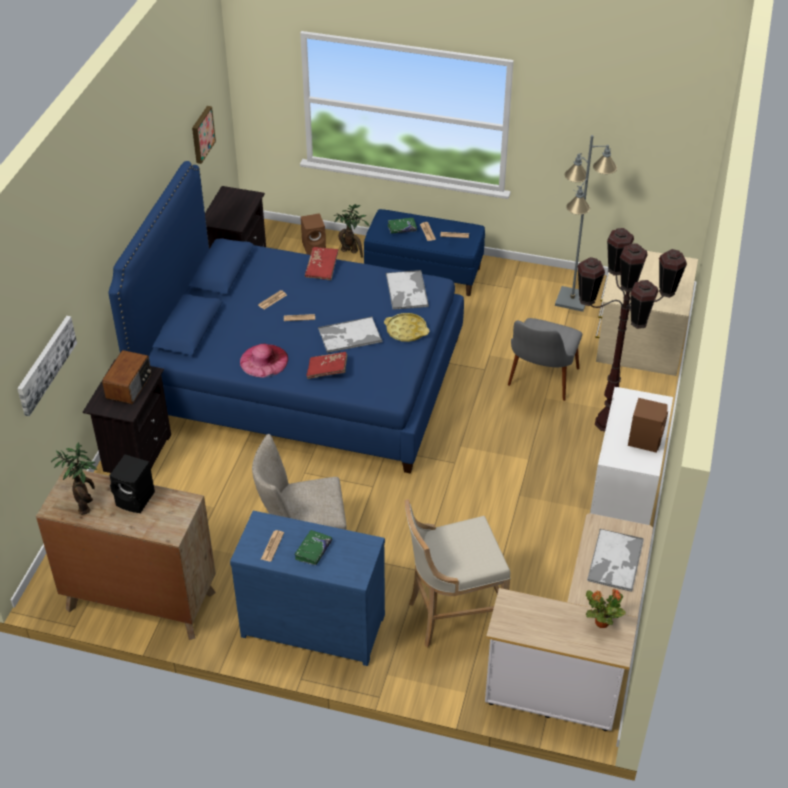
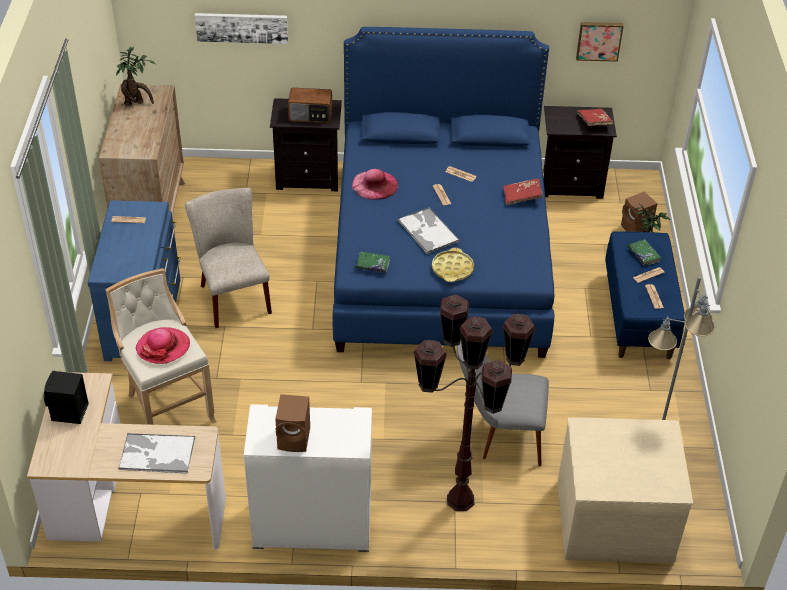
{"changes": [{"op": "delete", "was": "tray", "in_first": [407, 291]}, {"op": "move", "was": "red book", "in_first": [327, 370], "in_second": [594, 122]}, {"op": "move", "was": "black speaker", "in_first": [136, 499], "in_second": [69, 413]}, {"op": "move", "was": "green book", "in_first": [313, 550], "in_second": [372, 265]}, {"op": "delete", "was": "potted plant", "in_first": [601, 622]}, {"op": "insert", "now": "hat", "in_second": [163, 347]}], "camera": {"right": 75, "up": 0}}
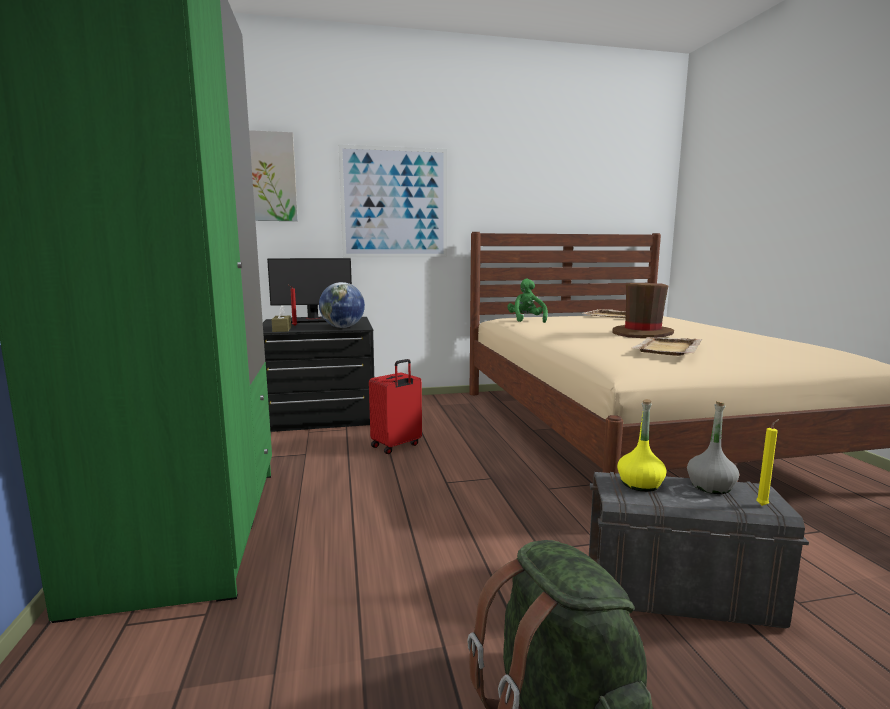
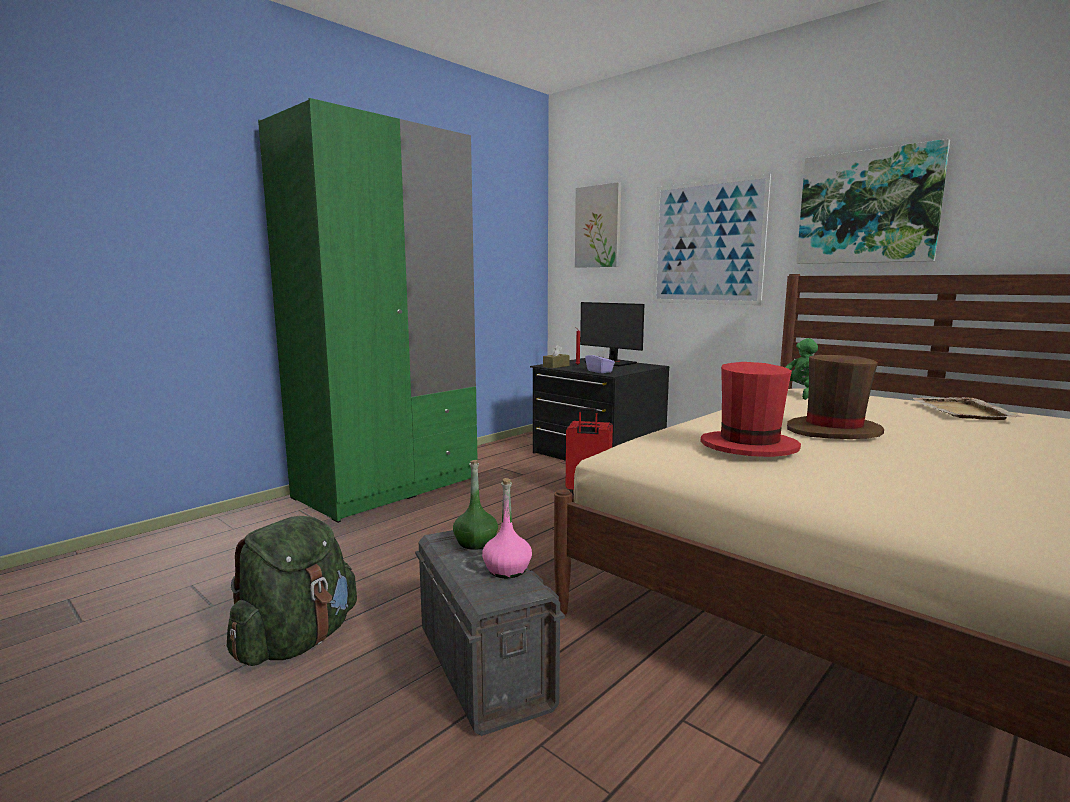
{"changes": [{"op": "replace", "was": "globe", "now": "purple tissue box", "in_first": [342, 327], "in_second": [599, 371]}, {"op": "replace", "was": "beige tray", "now": "red hat", "in_first": [667, 349], "in_second": [748, 447]}, {"op": "recolor", "was": "yellow bottle", "now": "green bottle", "in_first": [640, 484], "in_second": [475, 542]}, {"op": "recolor", "was": "grey bottle", "now": "pink bottle", "in_first": [710, 486], "in_second": [507, 570]}, {"op": "delete", "was": "yellow candle", "in_first": [763, 505]}, {"op": "insert", "now": "picture", "in_second": [868, 207]}], "camera": {"right": 55, "up": 0}}
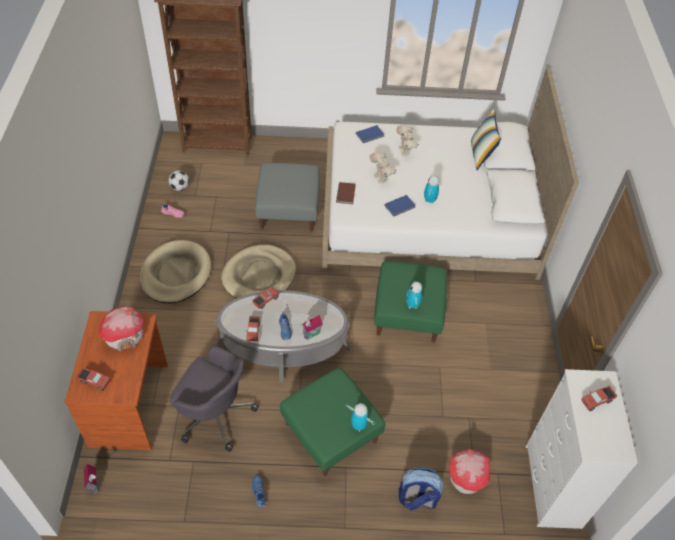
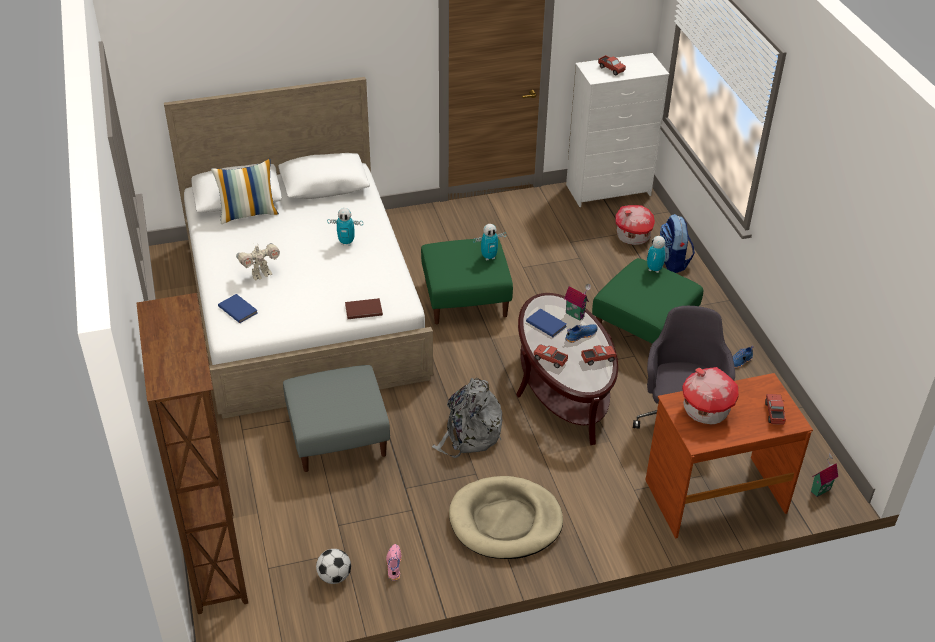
{"changes": [{"op": "delete", "was": "toy robot", "in_first": [381, 178]}, {"op": "move", "was": "blue book", "in_first": [400, 206], "in_second": [546, 323]}, {"op": "replace", "was": "beige dog bed", "now": "grey backpack", "in_first": [259, 276], "in_second": [469, 434]}, {"op": "recolor", "was": "grey coffee table", "now": "brown coffee table", "in_first": [283, 347], "in_second": [563, 386]}], "camera": {"right": -105, "up": -10}}
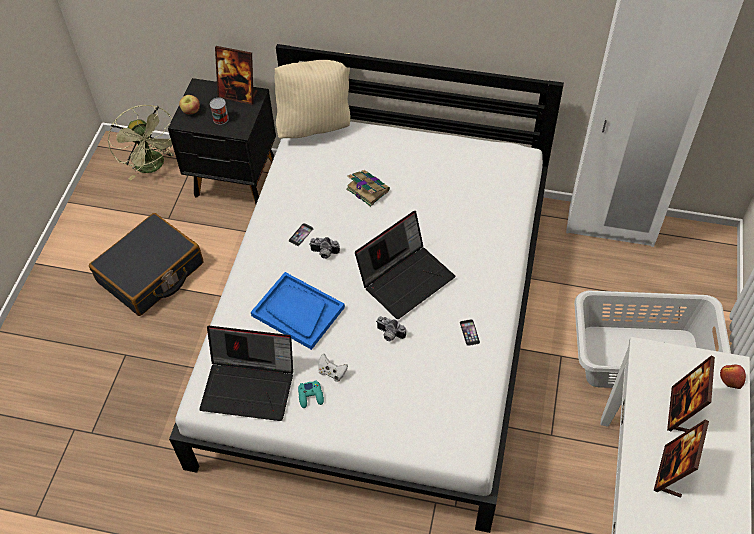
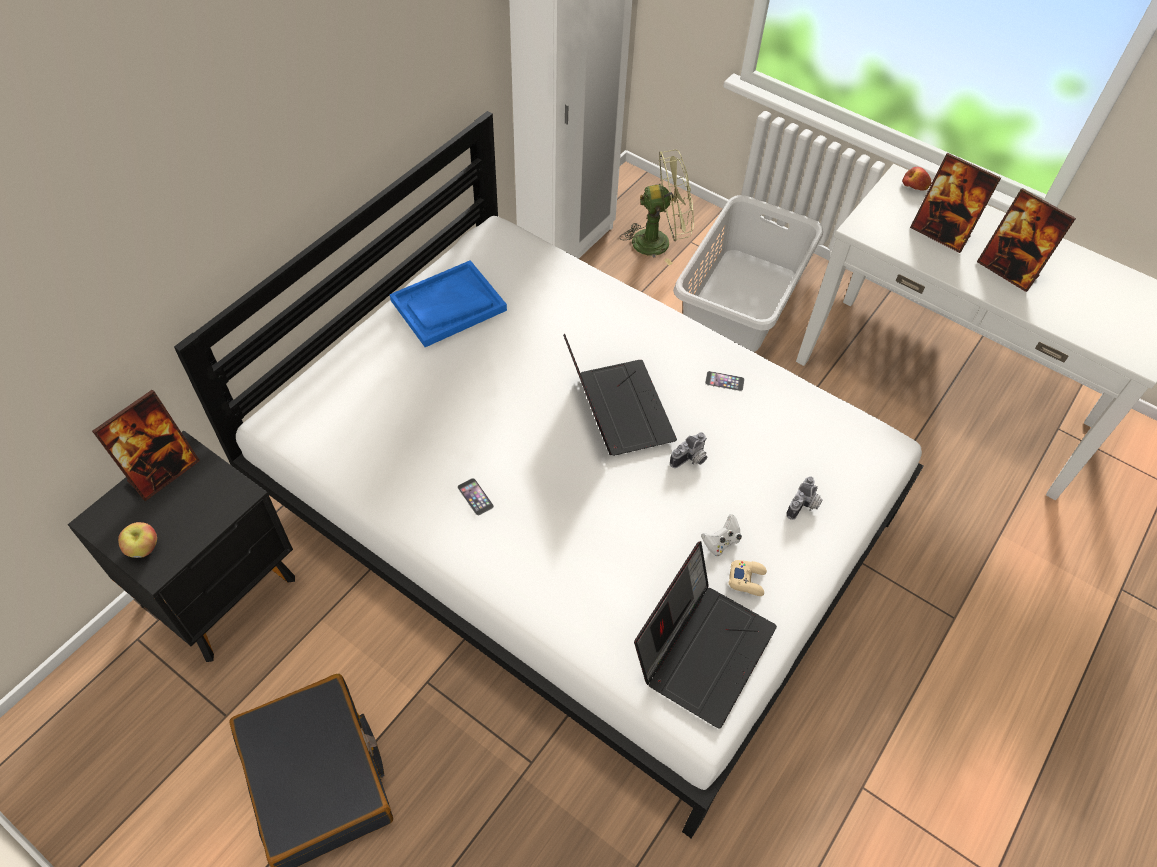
{"changes": [{"op": "delete", "was": "beige pillow", "in_first": [316, 125]}, {"op": "delete", "was": "can", "in_first": [221, 118]}, {"op": "move", "was": "green fan", "in_first": [153, 166], "in_second": [659, 241]}, {"op": "delete", "was": "book", "in_first": [367, 189]}, {"op": "move", "was": "photo camera", "in_first": [324, 253], "in_second": [804, 506]}, {"op": "move", "was": "blue tray", "in_first": [297, 311], "in_second": [448, 306]}, {"op": "recolor", "was": "turquoise game controller", "now": "beige game controller", "in_first": [311, 396], "in_second": [747, 579]}], "camera": {"right": -70, "up": 0}}
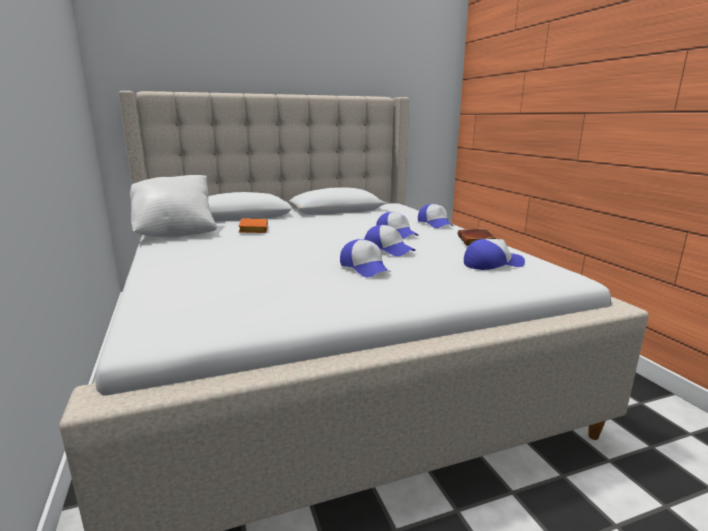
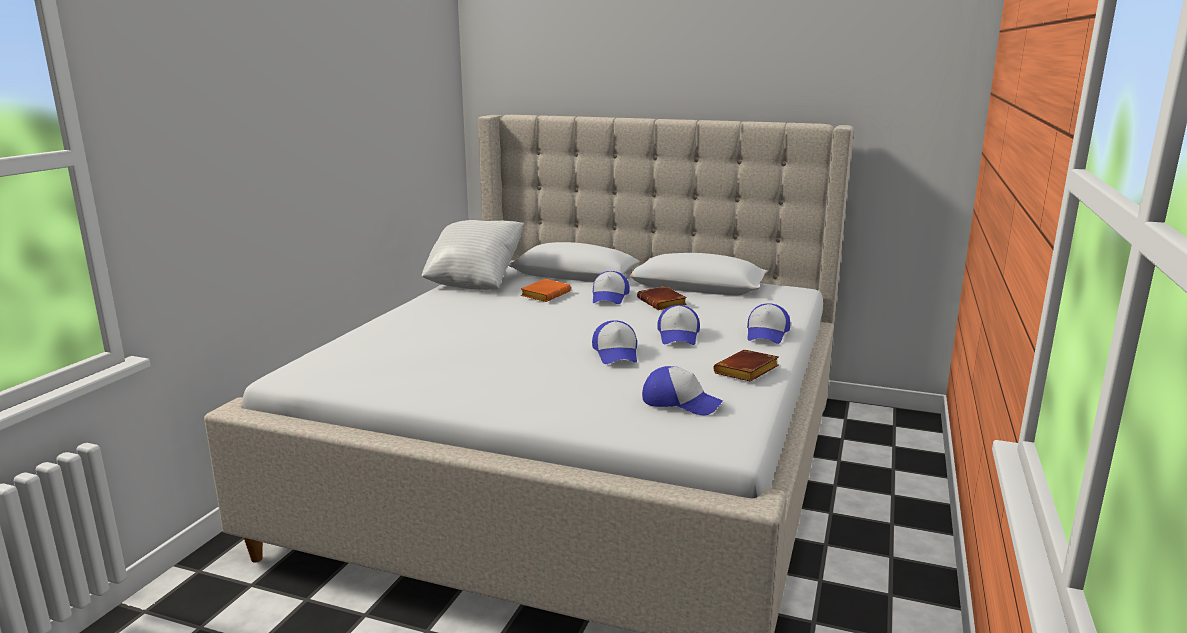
{"changes": [{"op": "move", "was": "cap", "in_first": [365, 268], "in_second": [609, 297]}, {"op": "insert", "now": "brown book", "in_second": [663, 303]}], "camera": {"right": 40, "up": 0}}
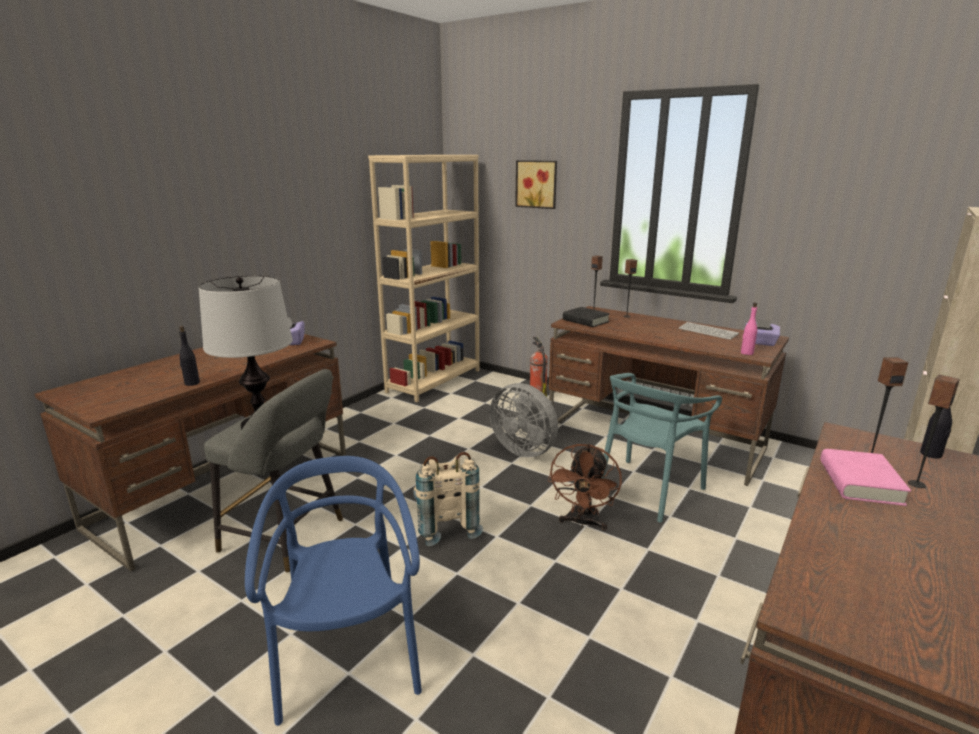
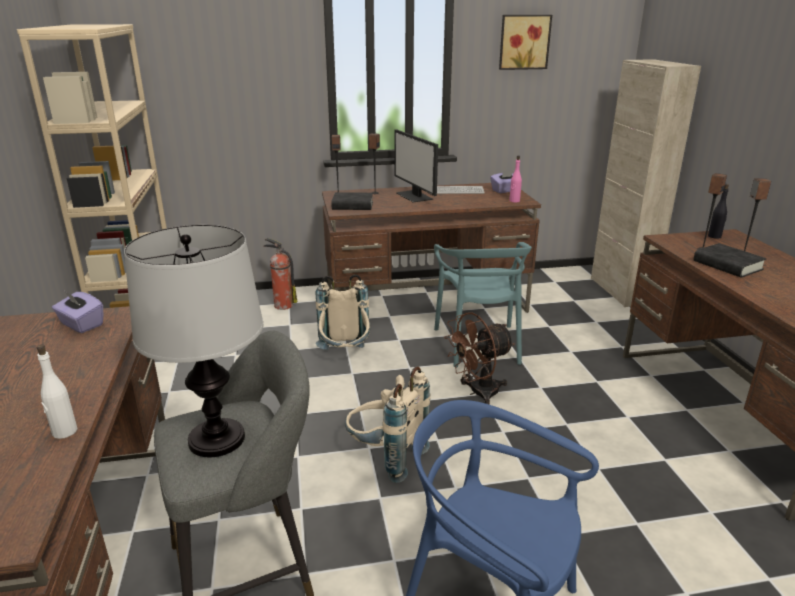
{"changes": [{"op": "move", "was": "picture", "in_first": [537, 184], "in_second": [523, 42]}, {"op": "recolor", "was": "black bottle", "now": "white bottle", "in_first": [192, 383], "in_second": [64, 432]}, {"op": "replace", "was": "grey fan", "now": "beige backpack", "in_first": [525, 449], "in_second": [345, 356]}, {"op": "rotate", "was": "brown fan", "in_first": [583, 523], "in_second": [477, 392], "clockwise": 90}, {"op": "recolor", "was": "pink book", "now": "black book", "in_first": [860, 482], "in_second": [727, 265]}, {"op": "insert", "now": "monitor", "in_second": [415, 196]}], "camera": {"right": -45, "up": 5}}
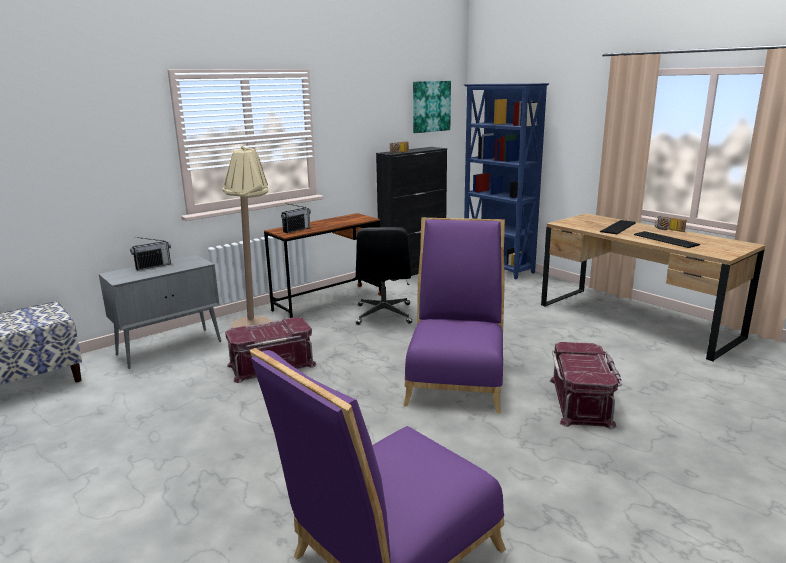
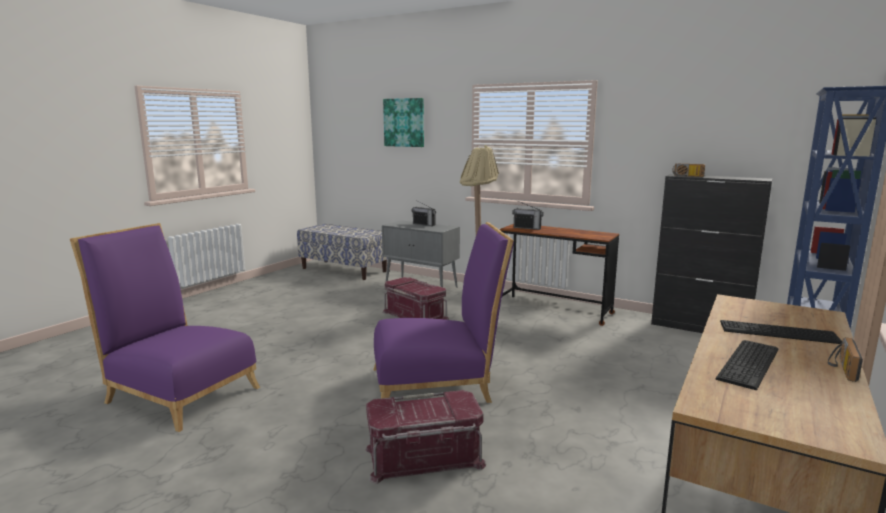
{"changes": [{"op": "move", "was": "picture", "in_first": [430, 106], "in_second": [404, 122]}, {"op": "delete", "was": "black office chair", "in_first": [384, 314]}], "camera": {"right": 70, "up": -5}}
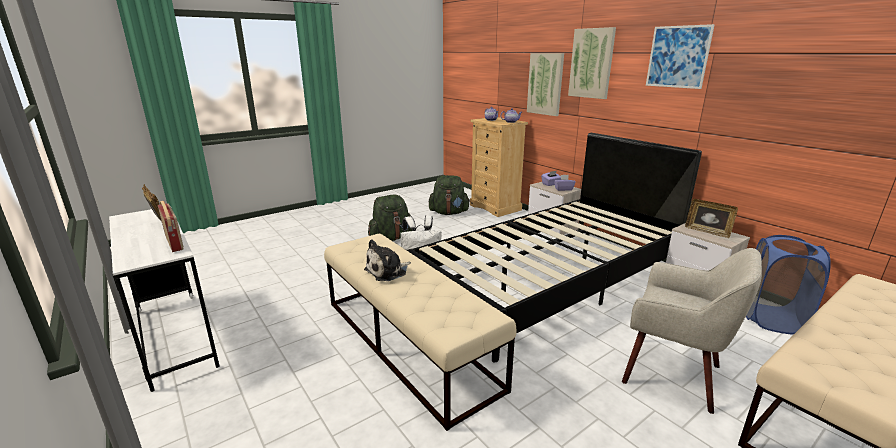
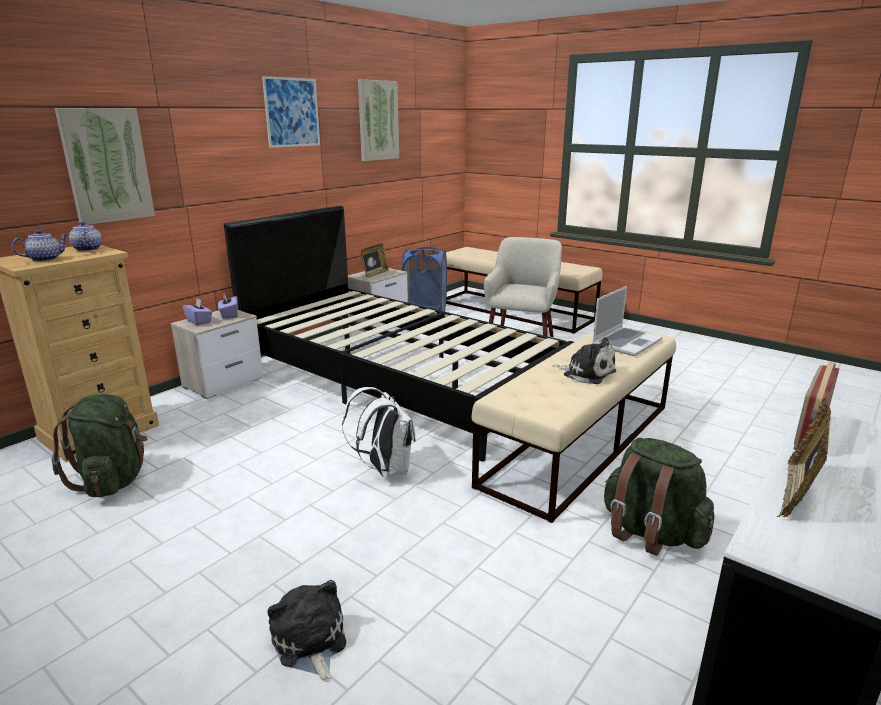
{"changes": [{"op": "move", "was": "picture", "in_first": [591, 63], "in_second": [377, 120]}, {"op": "move", "was": "green backpack", "in_first": [391, 238], "in_second": [650, 533]}, {"op": "insert", "now": "laptop", "in_second": [626, 342]}, {"op": "insert", "now": "plush toy", "in_second": [310, 642]}], "camera": {"right": -105, "up": 0}}
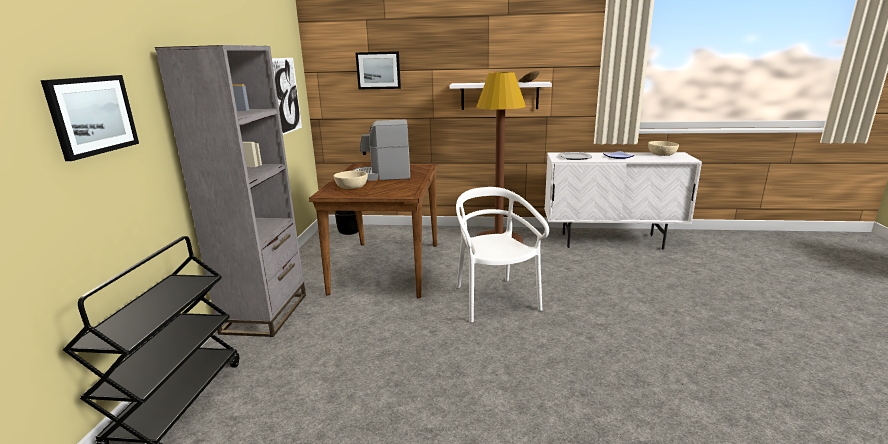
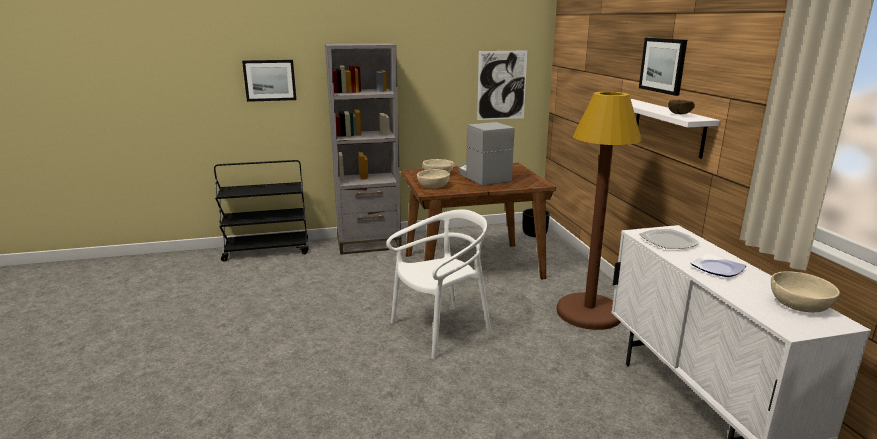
{"changes": [{"op": "move", "was": "picture", "in_first": [378, 70], "in_second": [663, 65]}, {"op": "insert", "now": "beige bowl", "in_second": [433, 186]}], "camera": {"right": 70, "up": 0}}
